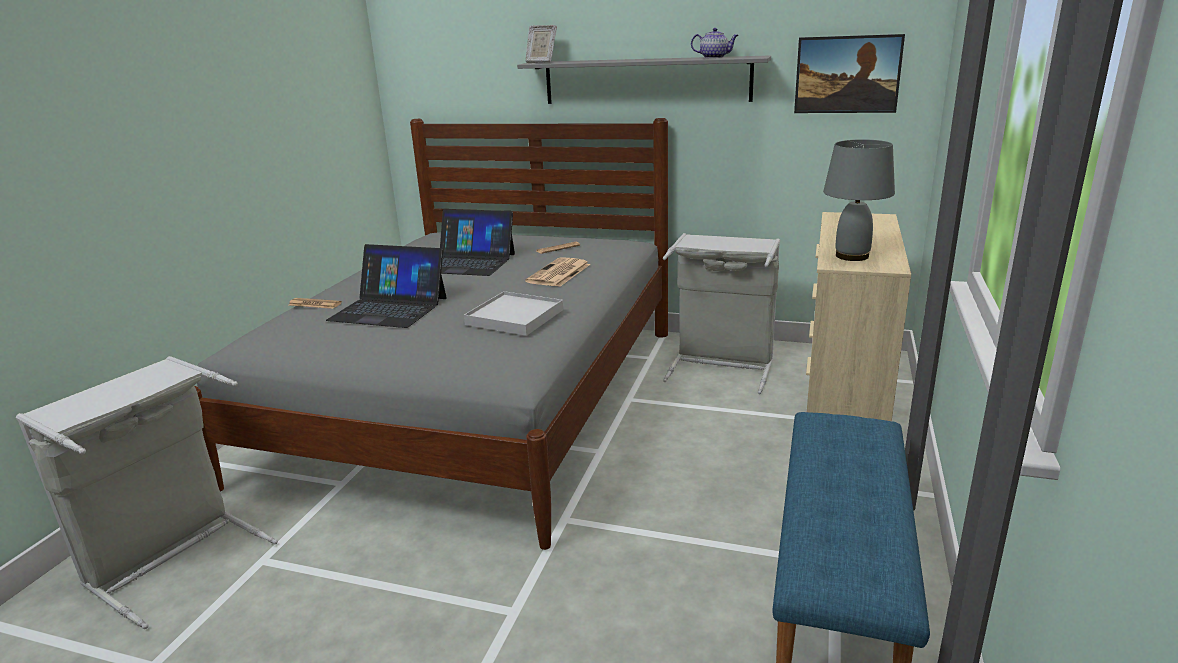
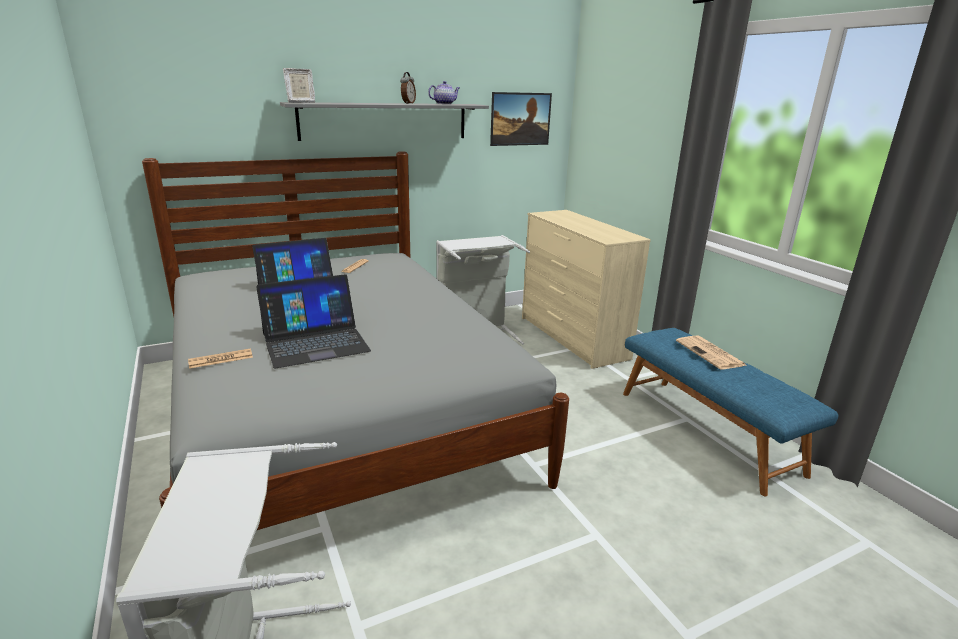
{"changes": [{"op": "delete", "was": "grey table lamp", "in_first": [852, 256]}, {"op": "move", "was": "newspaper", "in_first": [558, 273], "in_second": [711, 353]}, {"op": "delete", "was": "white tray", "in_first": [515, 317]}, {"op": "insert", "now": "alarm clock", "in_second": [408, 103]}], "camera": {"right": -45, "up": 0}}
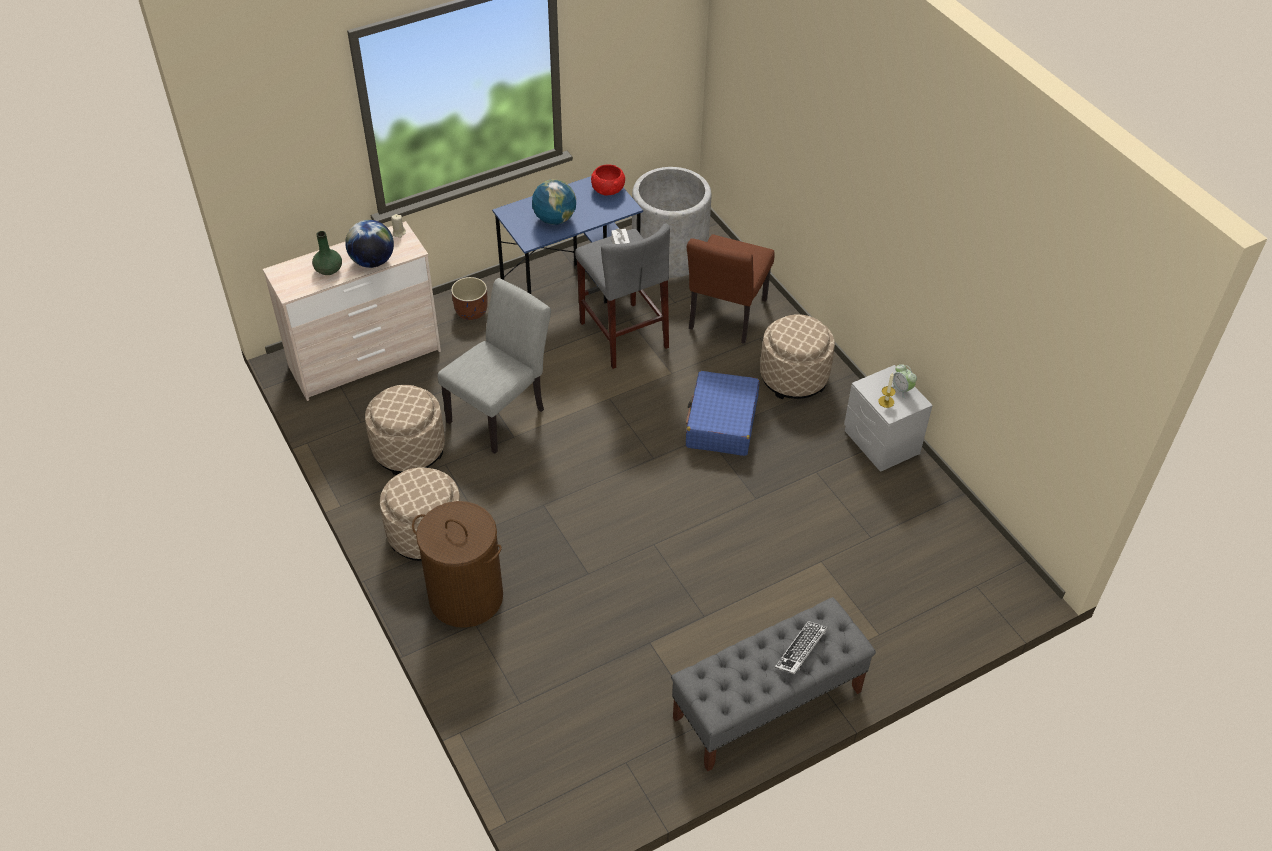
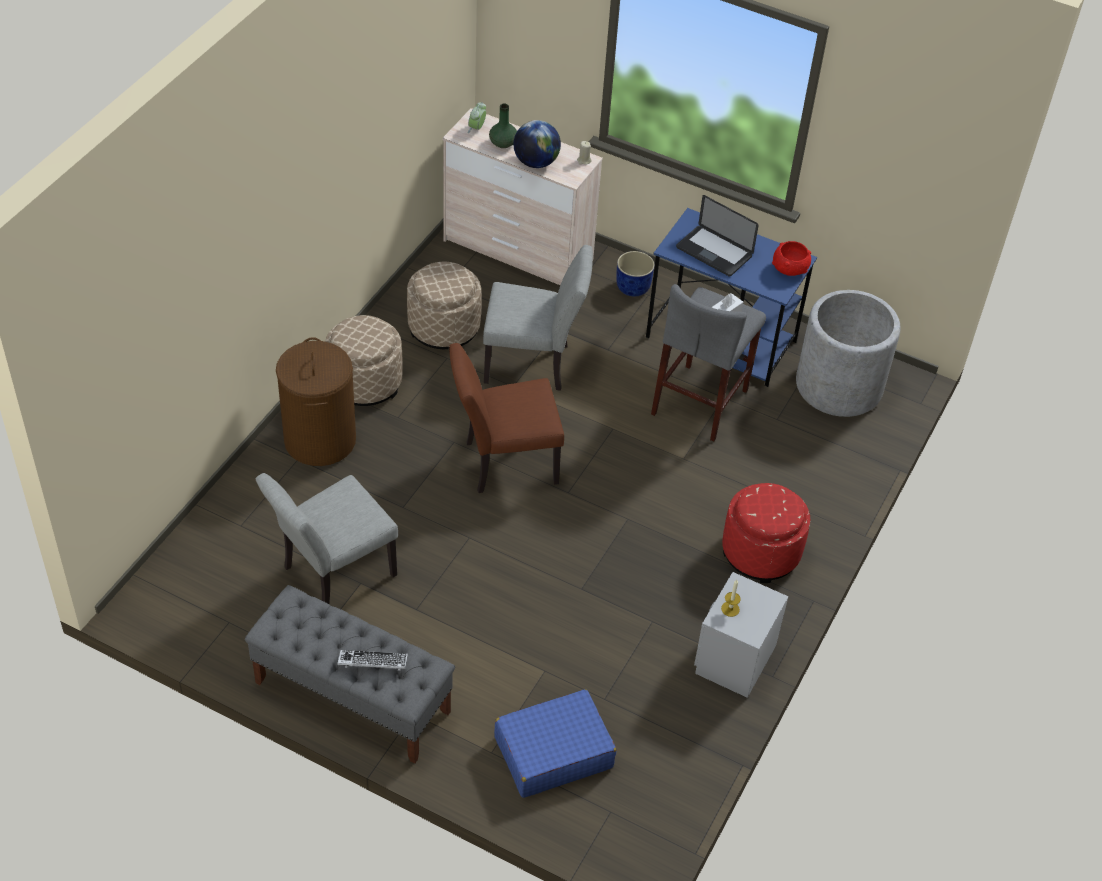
{"changes": [{"op": "replace", "was": "globe", "now": "laptop", "in_first": [554, 219], "in_second": [714, 252]}, {"op": "move", "was": "brown chair", "in_first": [724, 318], "in_second": [503, 463]}, {"op": "recolor", "was": "brown planter", "now": "blue planter", "in_first": [471, 311], "in_second": [633, 287]}, {"op": "recolor", "was": "beige ottoman", "now": "red ottoman", "in_first": [793, 377], "in_second": [760, 552]}, {"op": "move", "was": "alarm clock", "in_first": [901, 389], "in_second": [477, 128]}, {"op": "move", "was": "blue suitcase", "in_first": [721, 423], "in_second": [553, 752]}, {"op": "insert", "now": "grey chair", "in_second": [332, 575]}], "camera": {"right": 55, "up": 0}}
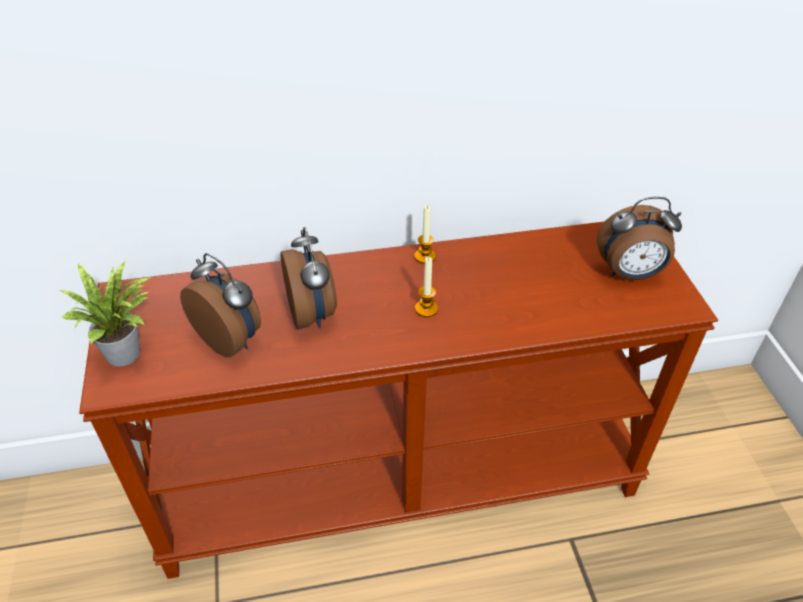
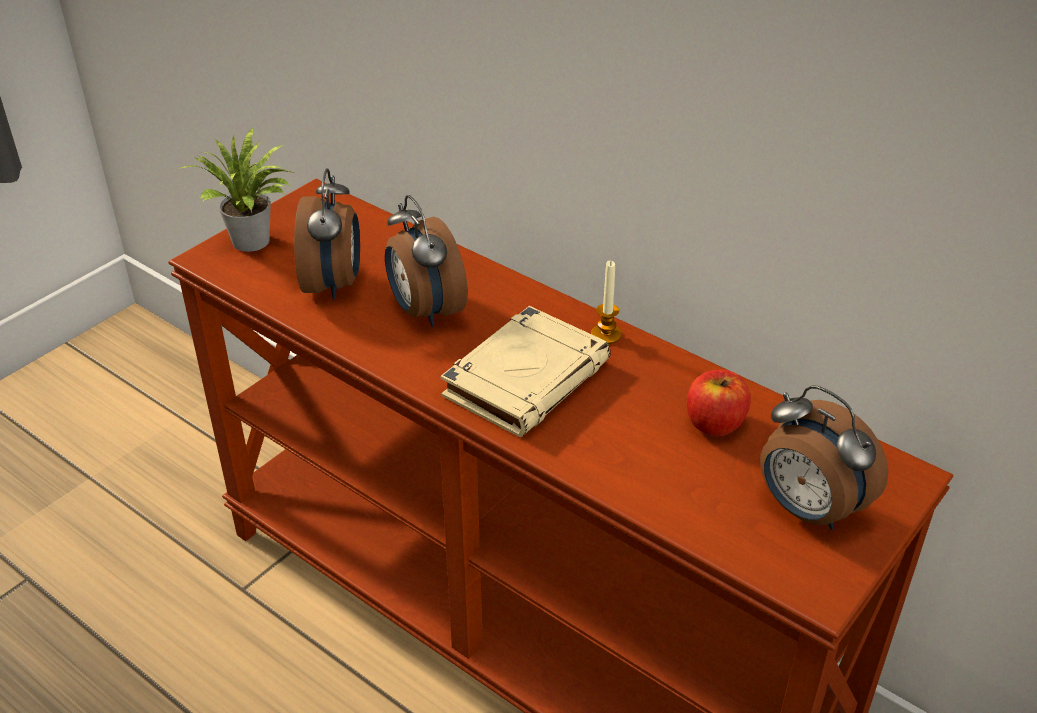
{"changes": [{"op": "rotate", "was": "alarm clock", "in_first": [312, 314], "in_second": [425, 311], "clockwise": 120}, {"op": "replace", "was": "candle", "now": "beige book", "in_first": [426, 309], "in_second": [526, 378]}, {"op": "insert", "now": "apple", "in_second": [714, 423]}], "camera": {"right": 50, "up": -5}}
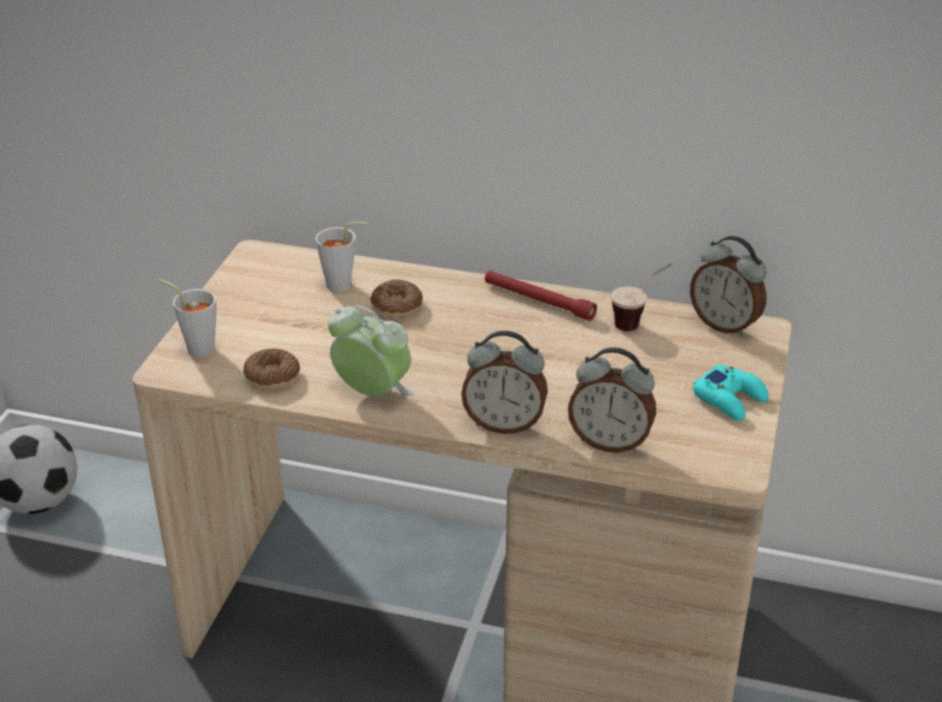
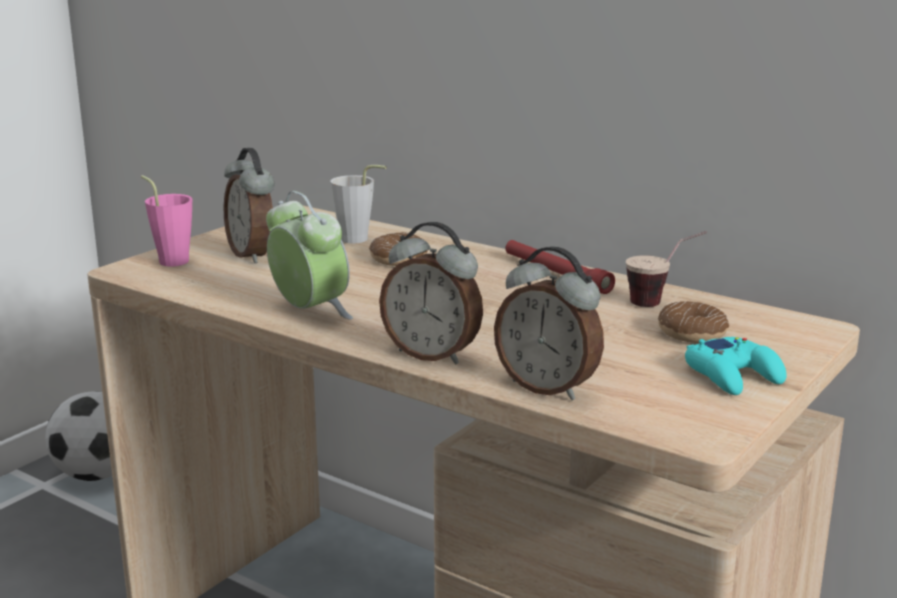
{"changes": [{"op": "move", "was": "alarm clock", "in_first": [725, 325], "in_second": [253, 255]}, {"op": "recolor", "was": "grey cup", "now": "pink cup", "in_first": [196, 347], "in_second": [170, 260]}, {"op": "move", "was": "donut", "in_first": [272, 376], "in_second": [692, 333]}], "camera": {"right": 20, "up": -15}}
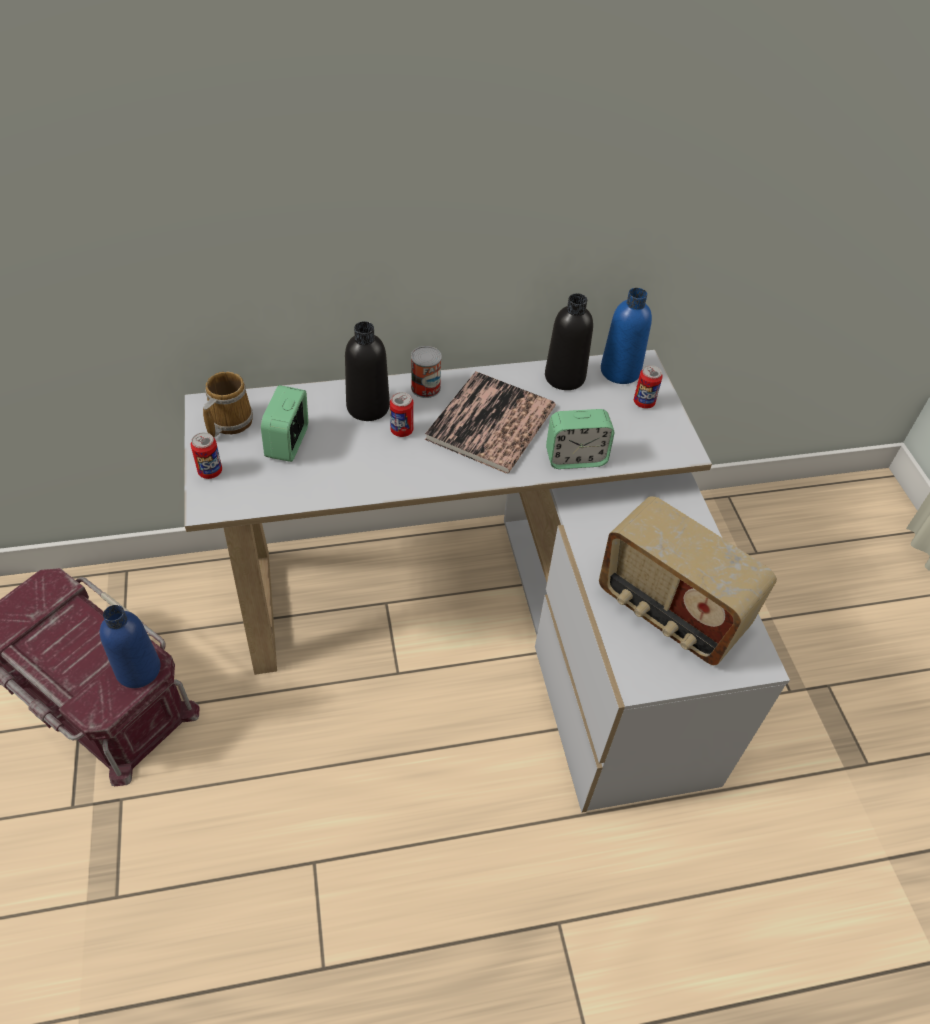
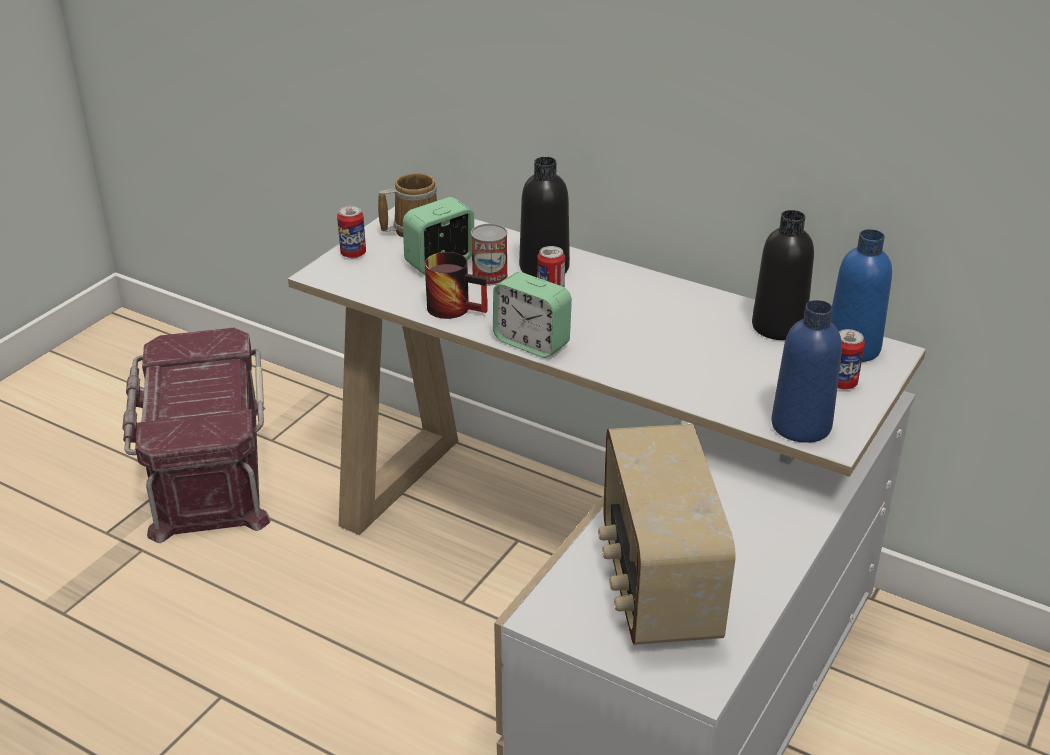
{"changes": [{"op": "move", "was": "can", "in_first": [425, 387], "in_second": [489, 276]}, {"op": "delete", "was": "book", "in_first": [491, 423]}, {"op": "move", "was": "alarm clock", "in_first": [575, 458], "in_second": [531, 342]}, {"op": "move", "was": "blue bottle", "in_first": [138, 670], "in_second": [801, 425]}, {"op": "insert", "now": "mug", "in_second": [457, 307]}], "camera": {"right": 45, "up": -15}}
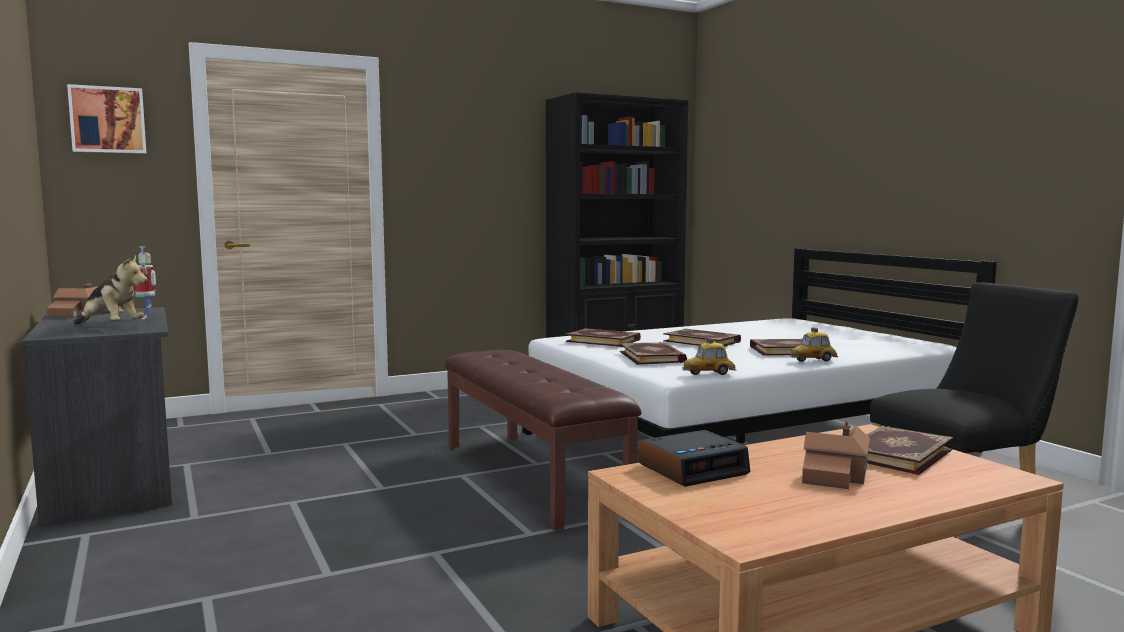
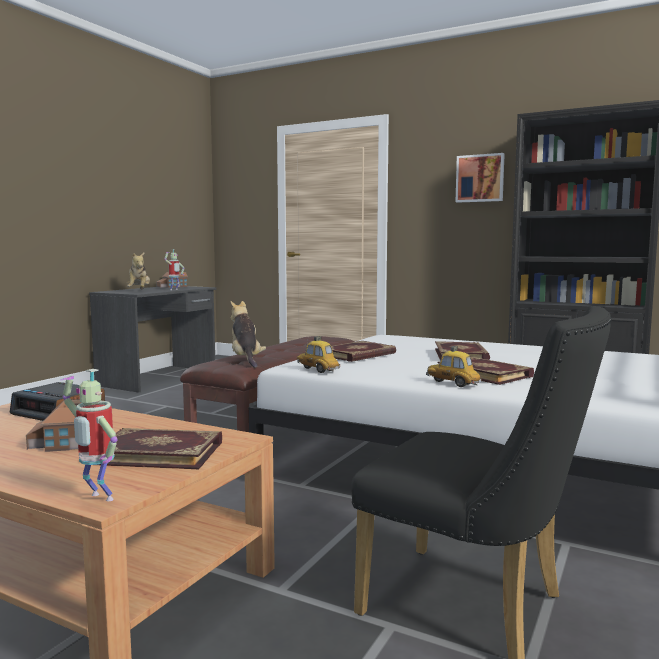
{"changes": [{"op": "move", "was": "picture", "in_first": [108, 120], "in_second": [480, 178]}, {"op": "delete", "was": "book", "in_first": [603, 340]}, {"op": "insert", "now": "plush toy", "in_second": [246, 360]}, {"op": "insert", "now": "toy robot", "in_second": [97, 498]}], "camera": {"right": 55, "up": 0}}
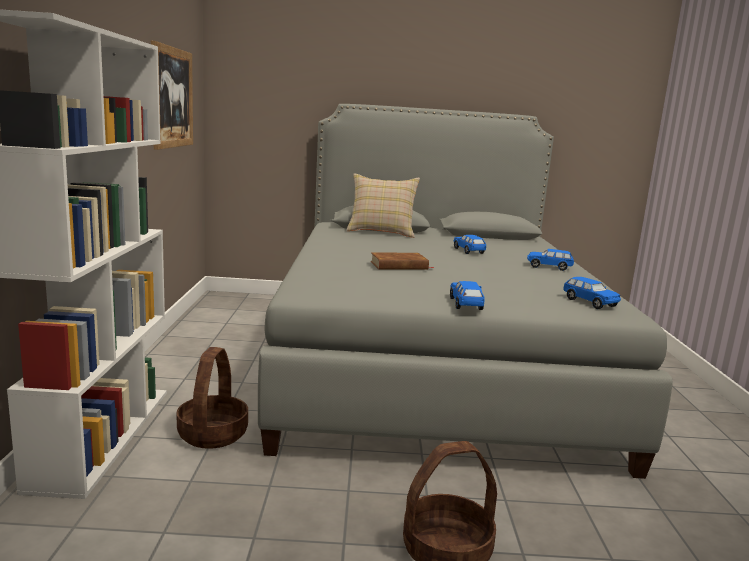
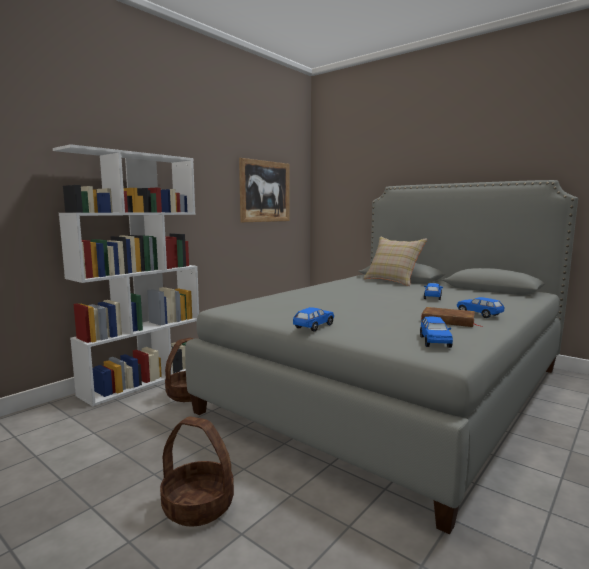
{"changes": [{"op": "move", "was": "brown book", "in_first": [399, 265], "in_second": [448, 321]}], "camera": {"right": 40, "up": -5}}
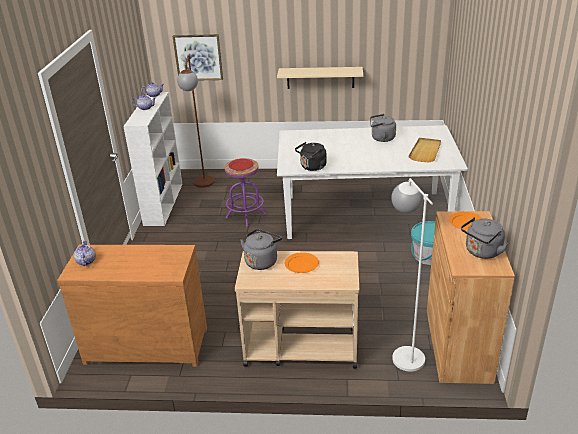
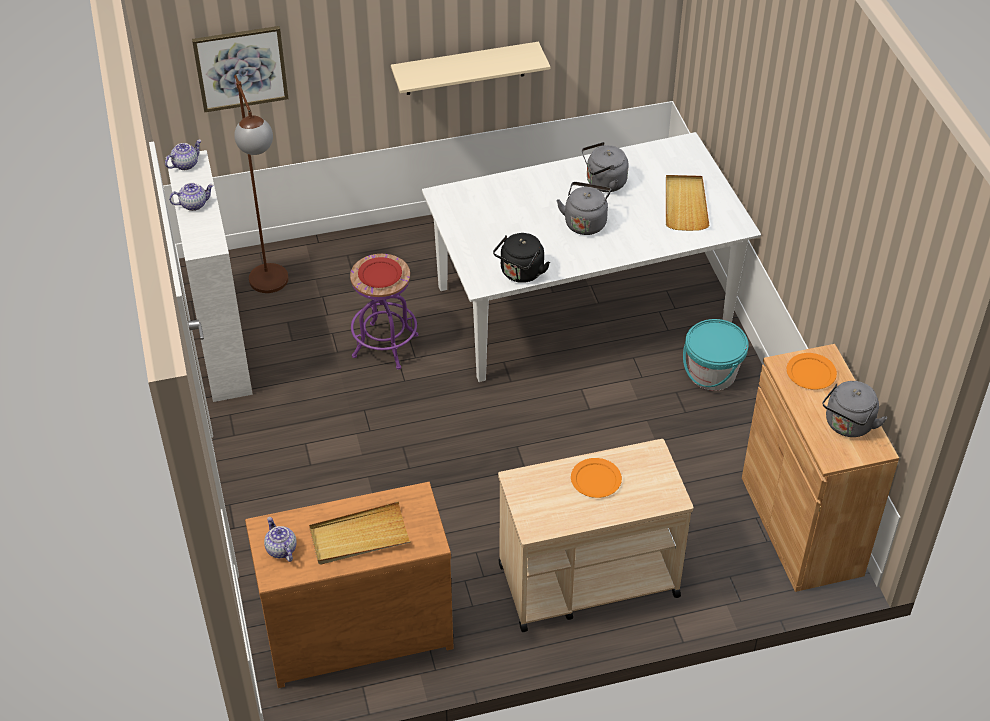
{"changes": [{"op": "delete", "was": "white floor lamp", "in_first": [403, 351]}, {"op": "move", "was": "grey kettle", "in_first": [262, 261], "in_second": [585, 222]}, {"op": "insert", "now": "beige tray", "in_second": [359, 537]}], "camera": {"right": -20, "up": 15}}
